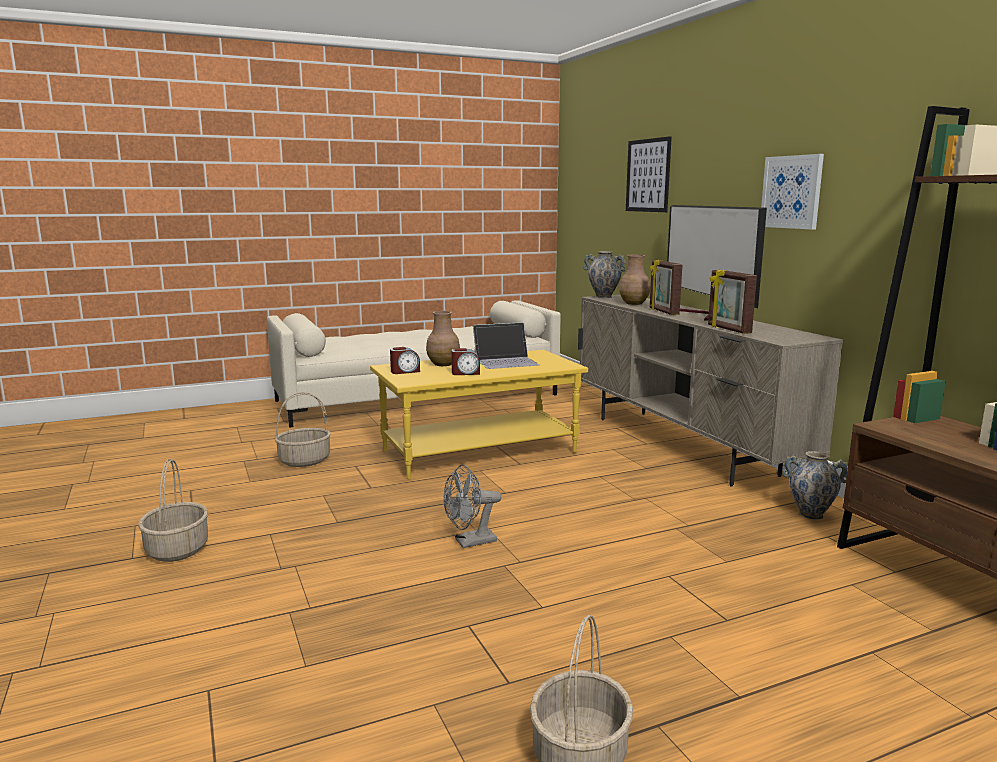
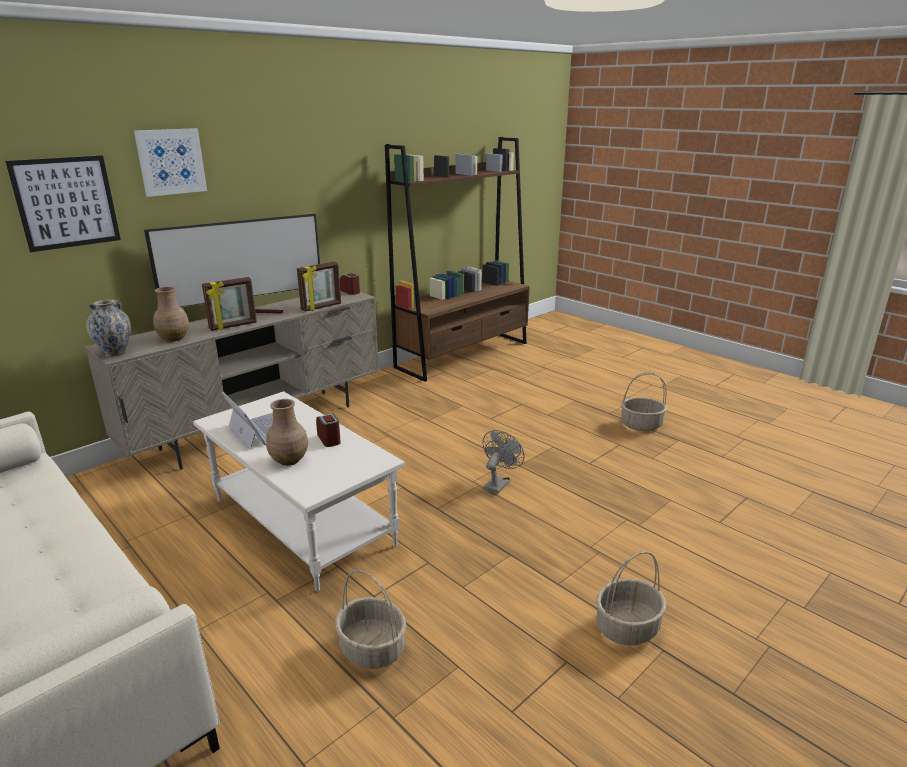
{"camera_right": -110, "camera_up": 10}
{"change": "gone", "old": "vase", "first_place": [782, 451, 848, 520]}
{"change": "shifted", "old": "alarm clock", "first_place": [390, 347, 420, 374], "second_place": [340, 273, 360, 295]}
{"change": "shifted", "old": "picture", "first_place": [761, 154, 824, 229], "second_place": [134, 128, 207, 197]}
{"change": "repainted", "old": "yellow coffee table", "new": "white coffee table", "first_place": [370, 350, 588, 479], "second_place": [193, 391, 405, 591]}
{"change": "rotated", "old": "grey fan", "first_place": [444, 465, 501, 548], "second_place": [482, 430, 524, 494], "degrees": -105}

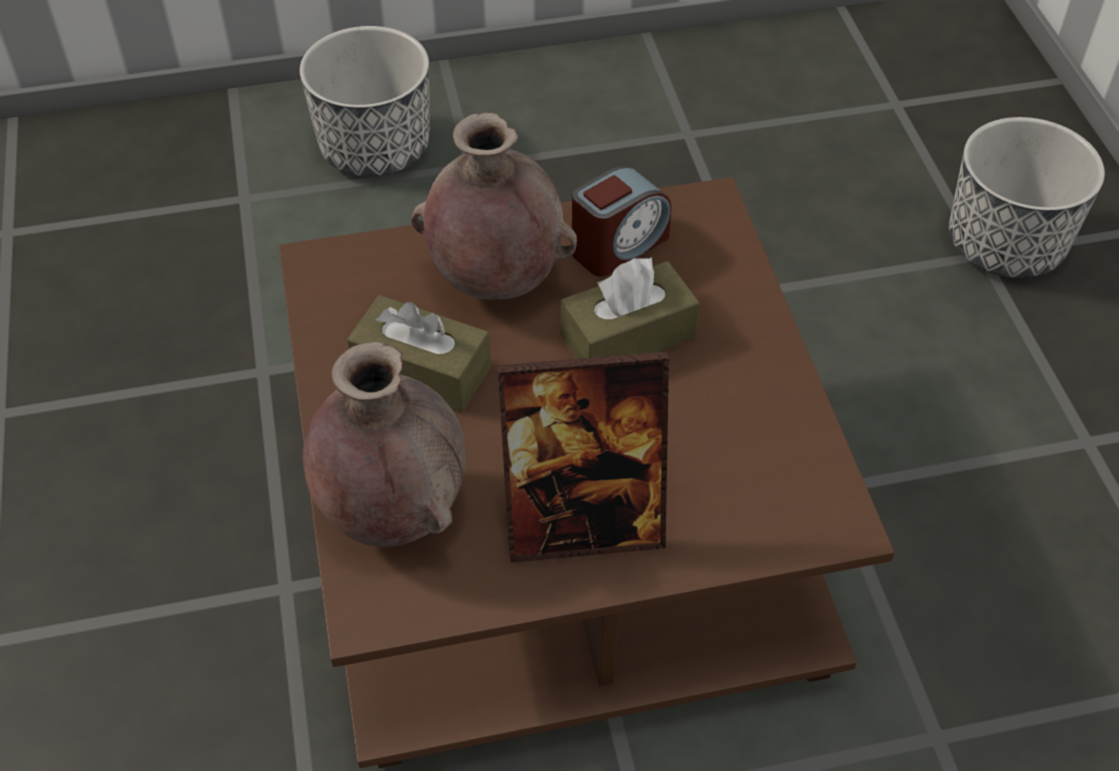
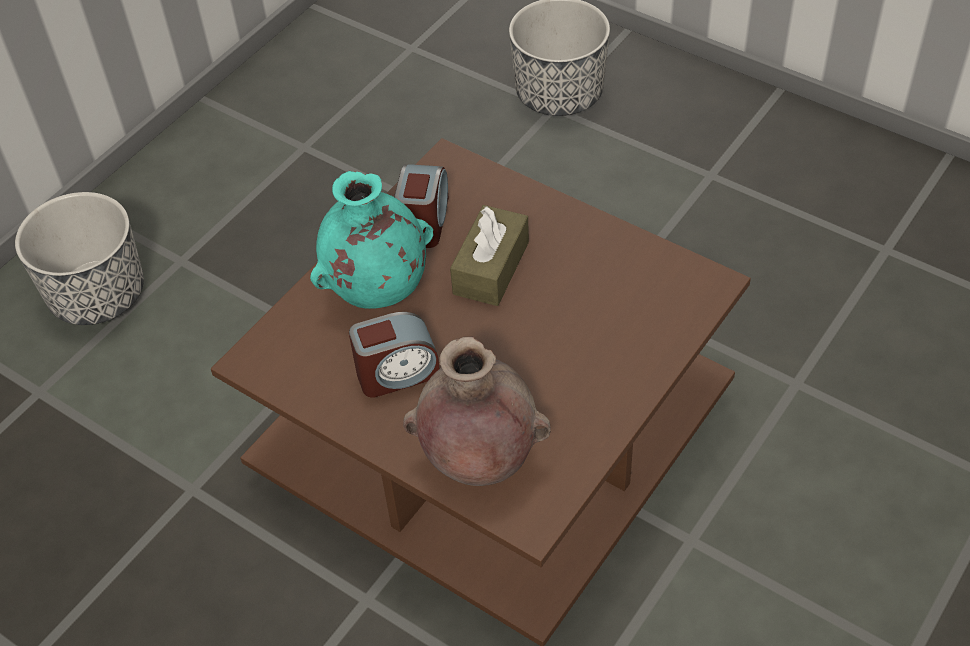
{"camera_right": -40, "camera_up": 0}
{"change": "gone", "old": "picture frame", "first_place": [497, 351, 669, 563]}
{"change": "swapped", "old": "brown tissue box", "new": "alarm clock", "first_place": [347, 295, 491, 412], "second_place": [349, 312, 440, 398]}
{"change": "repainted", "old": "brown vase", "new": "turquoise vase", "first_place": [411, 112, 577, 300], "second_place": [310, 171, 433, 309]}

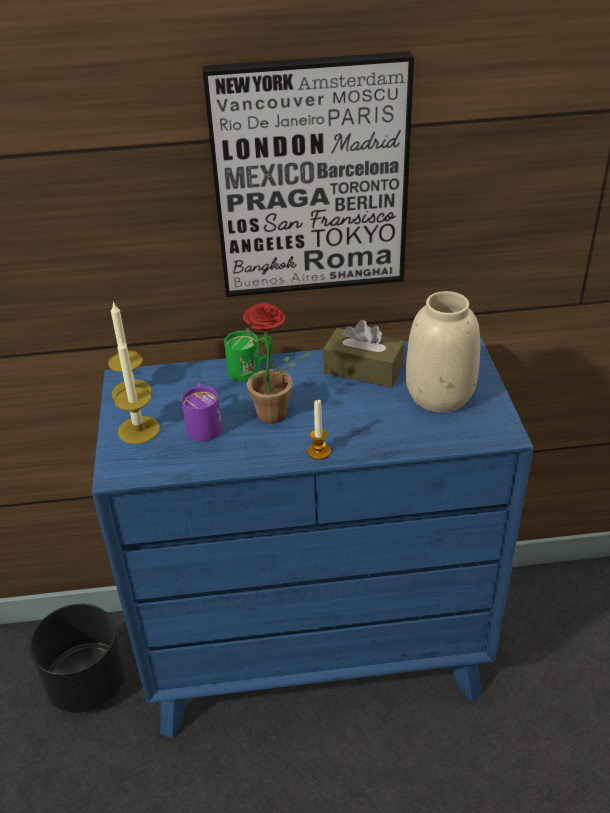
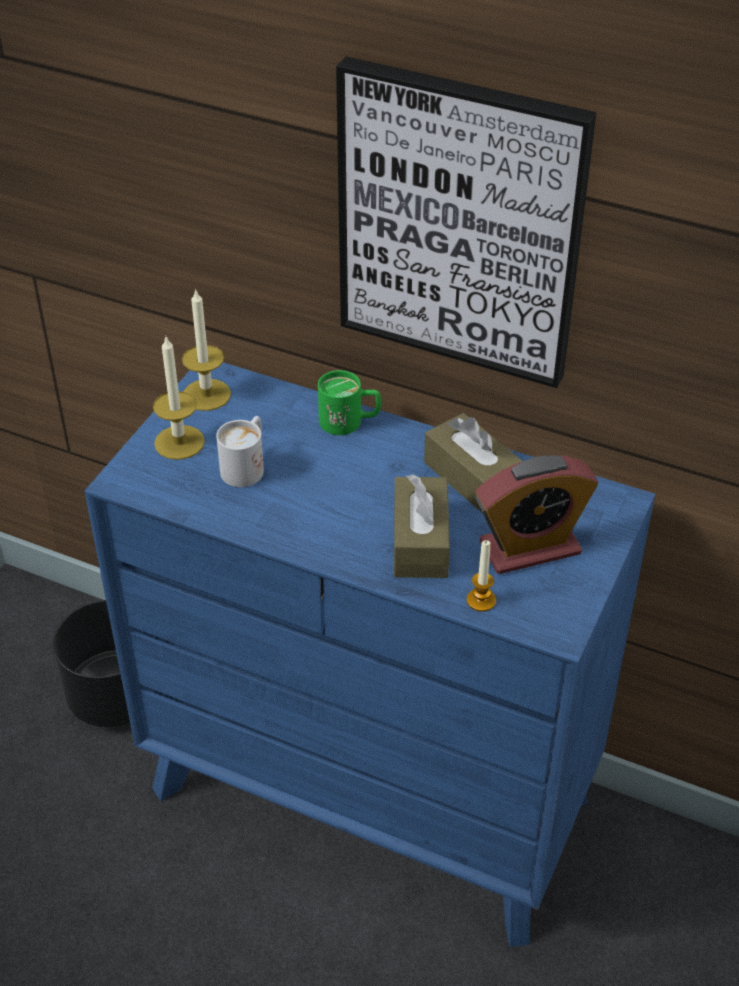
{"camera_right": 30, "camera_up": 5}
{"change": "gone", "old": "potted plant", "first_place": [239, 303, 313, 424]}
{"change": "new", "new": "brown tissue box", "second_place": [394, 474, 450, 578]}
{"change": "shifted", "old": "candle", "first_place": [308, 399, 331, 460], "second_place": [467, 540, 496, 612]}
{"change": "swapped", "old": "beige vase", "new": "alarm clock", "first_place": [406, 291, 480, 412], "second_place": [475, 455, 599, 574]}
{"change": "repainted", "old": "purple mug", "new": "white mug", "first_place": [181, 382, 222, 442], "second_place": [216, 416, 264, 487]}

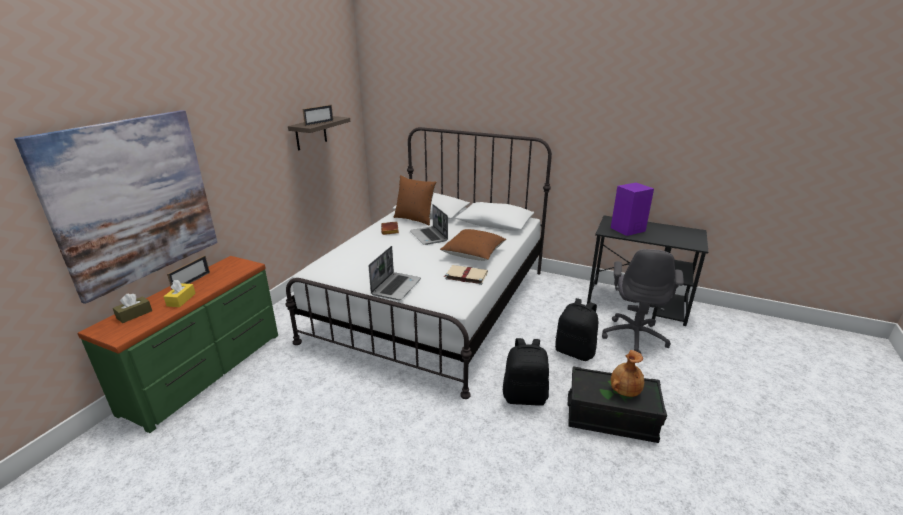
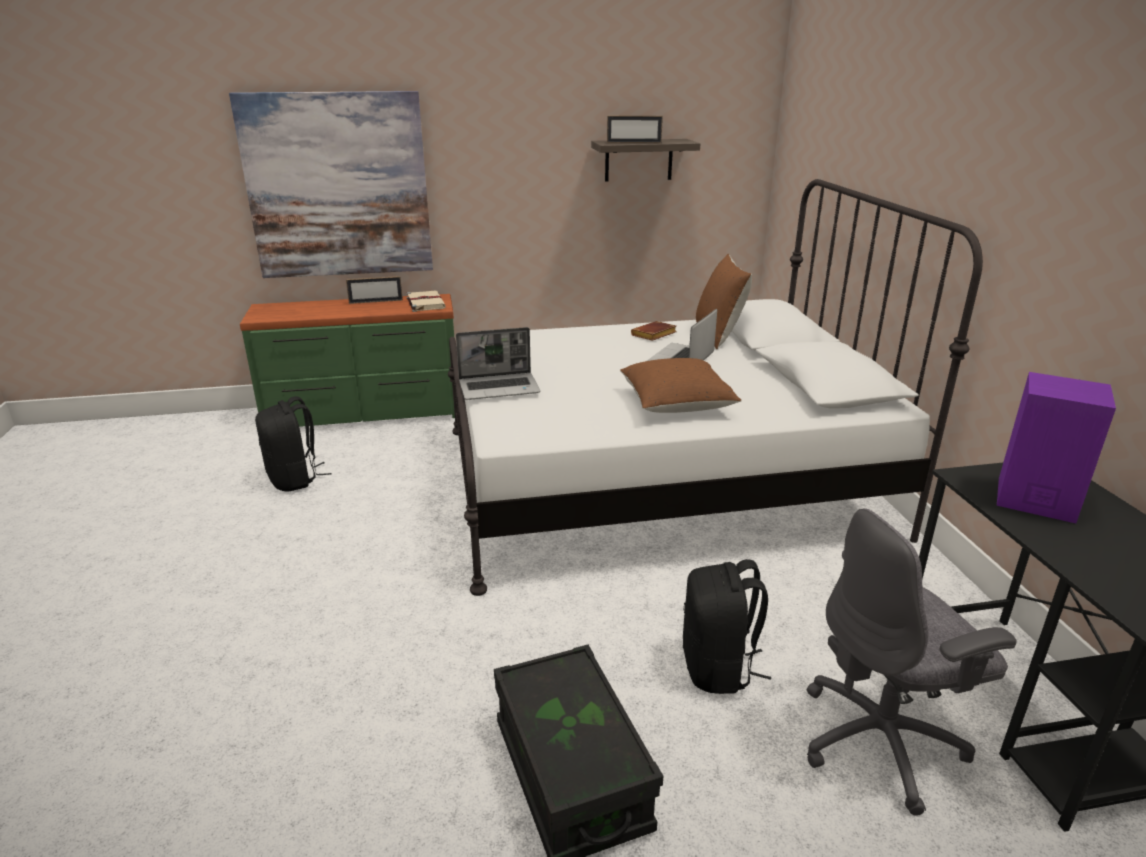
{"camera_right": 55, "camera_up": 0}
{"change": "gone", "old": "brown tissue box", "first_place": [113, 293, 152, 323]}
{"change": "gone", "old": "yellow tissue box", "first_place": [164, 280, 196, 307]}
{"change": "gone", "old": "brown vase", "first_place": [611, 350, 644, 397]}
{"change": "shifted", "old": "beige book", "first_place": [443, 265, 488, 285], "second_place": [407, 291, 446, 312]}
{"change": "shifted", "old": "black backpack", "first_place": [503, 338, 549, 406], "second_place": [255, 396, 331, 491]}

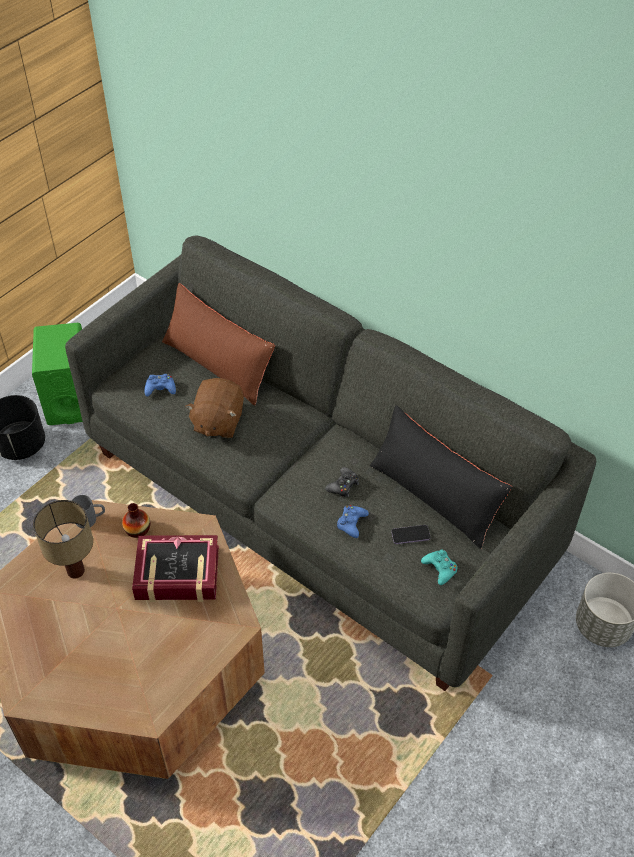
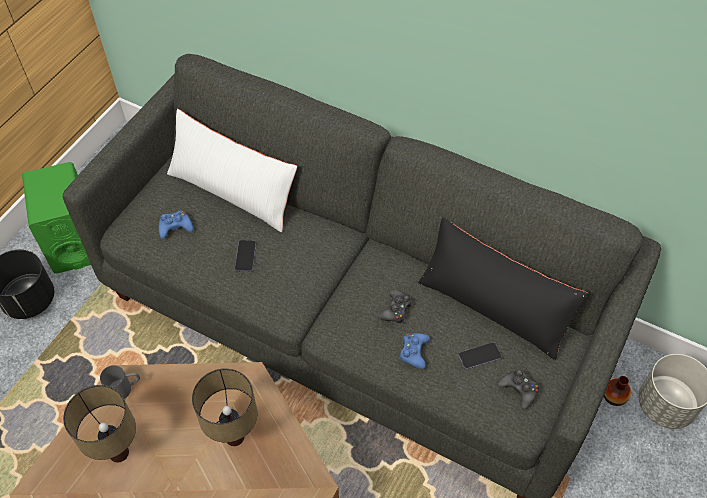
{"camera_right": -10, "camera_up": 5}
{"change": "shifted", "old": "vase", "first_place": [122, 503, 150, 538], "second_place": [604, 376, 631, 406]}
{"change": "swapped", "old": "book", "new": "table lamp", "first_place": [132, 535, 219, 602], "second_place": [192, 368, 257, 446]}
{"change": "swapped", "old": "brown plush toy", "new": "phone", "first_place": [185, 378, 244, 438], "second_place": [235, 240, 256, 272]}
{"change": "repainted", "old": "brown pillow", "new": "white pillow", "first_place": [162, 283, 275, 406], "second_place": [167, 109, 297, 232]}
{"change": "repainted", "old": "turquoise game controller", "new": "black game controller", "first_place": [421, 549, 458, 585], "second_place": [498, 370, 539, 409]}

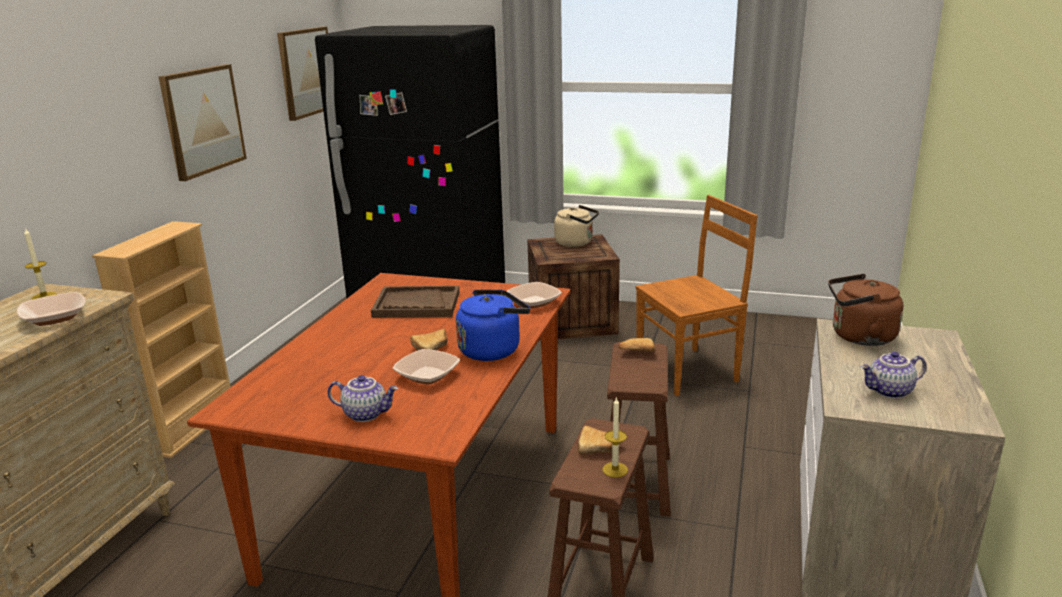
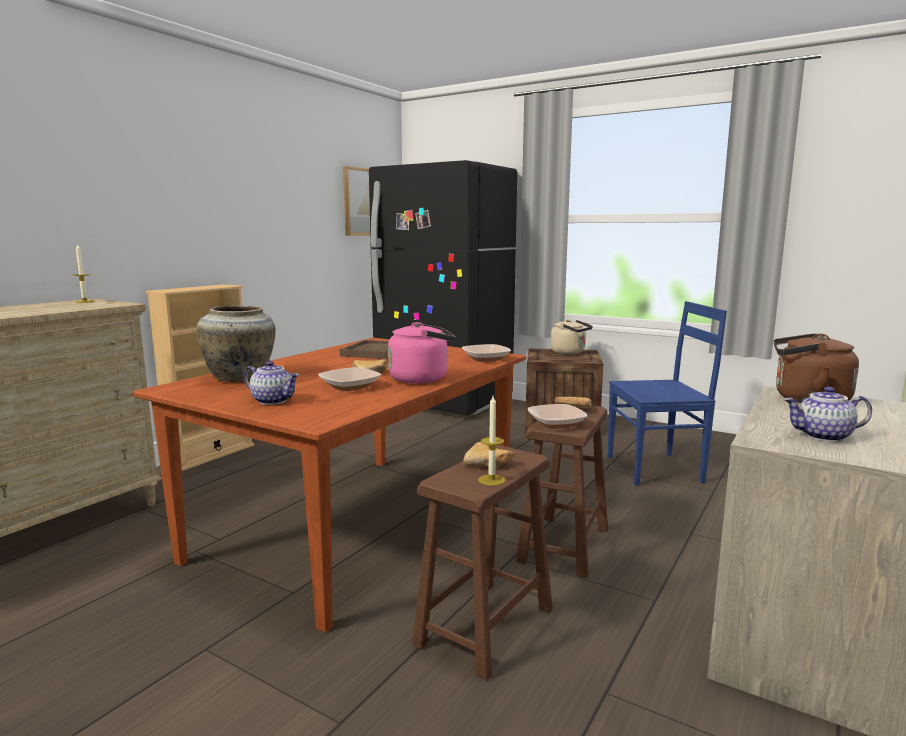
{"camera_right": 15, "camera_up": -10}
{"change": "gone", "old": "picture", "first_place": [158, 64, 247, 181]}
{"change": "new", "new": "beige vase", "second_place": [196, 306, 276, 382]}
{"change": "shifted", "old": "bowl", "first_place": [17, 292, 85, 326], "second_place": [528, 404, 587, 429]}
{"change": "repainted", "old": "blue kettle", "new": "pink kettle", "first_place": [456, 290, 530, 361], "second_place": [388, 322, 456, 384]}
{"change": "repainted", "old": "brown chair", "new": "blue chair", "first_place": [636, 195, 757, 396], "second_place": [608, 301, 727, 486]}

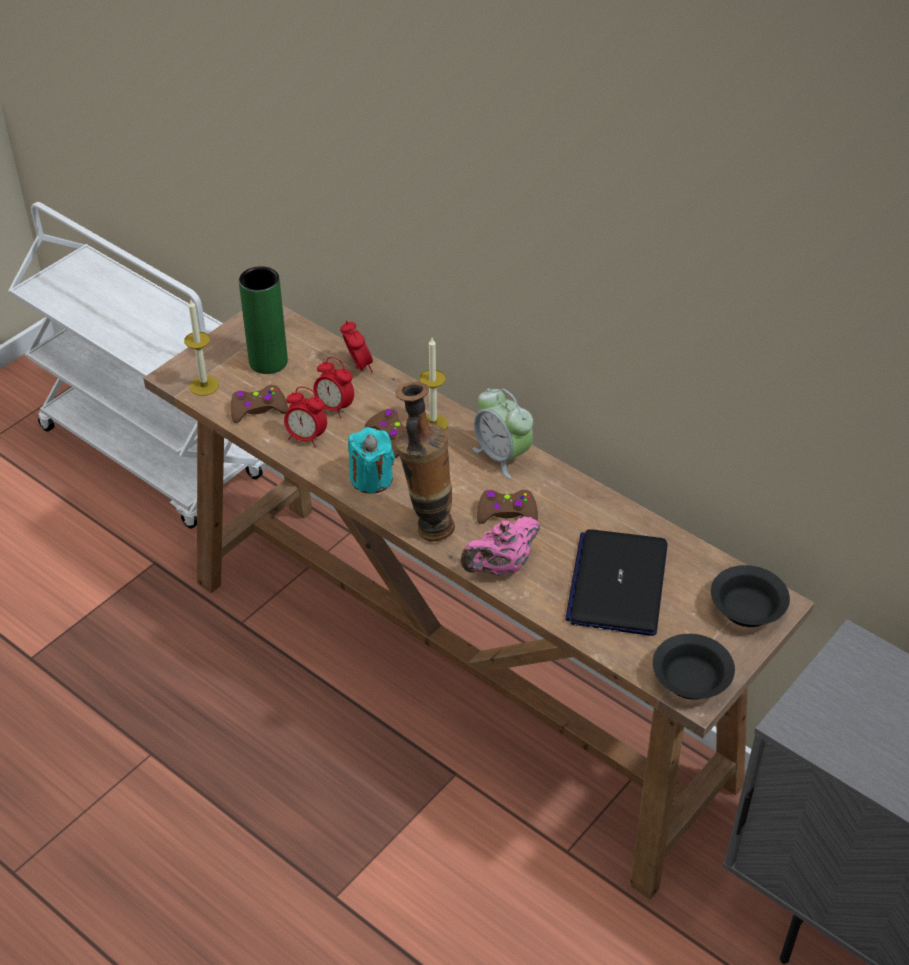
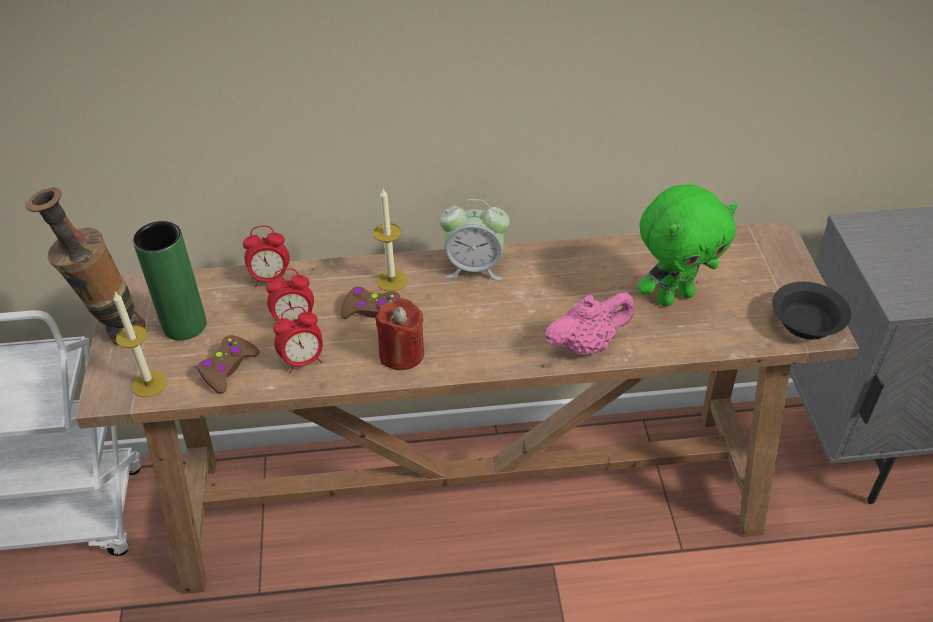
{"camera_right": -45, "camera_up": 0}
{"change": "gone", "old": "brown game controller", "first_place": [477, 490, 538, 524]}
{"change": "gone", "old": "black bowl", "first_place": [711, 565, 790, 627]}
{"change": "shifted", "old": "vase", "first_place": [395, 381, 455, 542], "second_place": [25, 187, 146, 345]}
{"change": "swapped", "old": "laptop", "new": "green plush toy", "first_place": [565, 529, 667, 636], "second_place": [637, 184, 738, 307]}
{"change": "repainted", "old": "turquoise candle", "new": "red candle", "first_place": [348, 427, 395, 494], "second_place": [375, 298, 424, 370]}
{"change": "rotated", "old": "alarm clock", "first_place": [340, 320, 373, 372], "second_place": [243, 226, 290, 287], "degrees": 150}
{"change": "rotated", "old": "pink teapot", "first_place": [461, 516, 540, 575], "second_place": [545, 292, 635, 356], "degrees": -120}

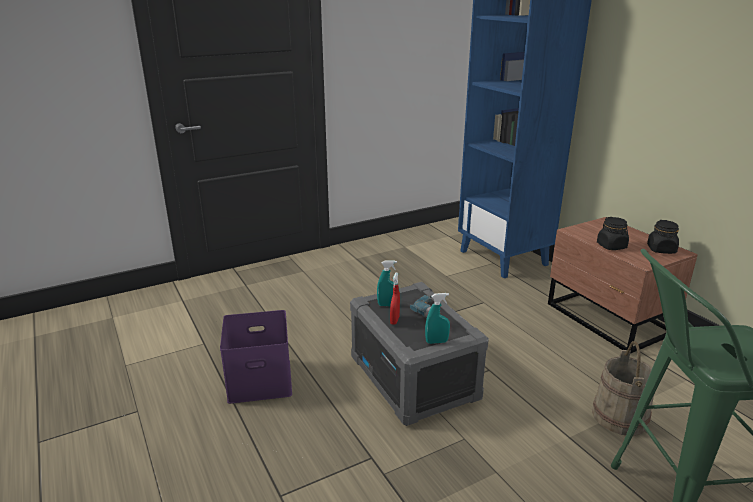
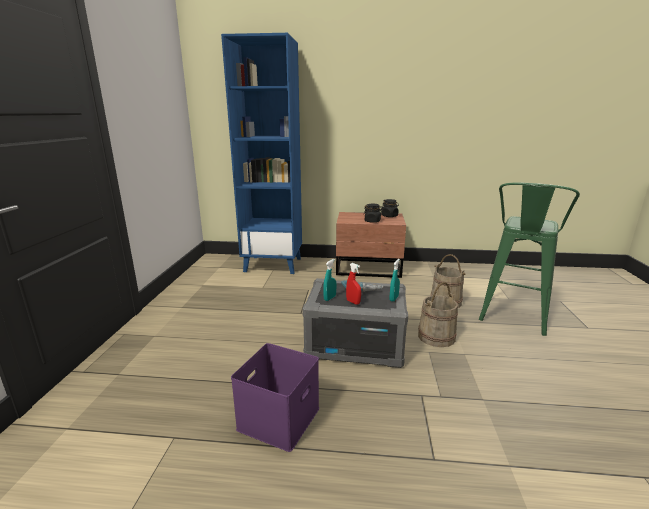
{"camera_right": -55, "camera_up": -5}
{"change": "new", "new": "beige bucket", "second_place": [418, 282, 458, 347]}

